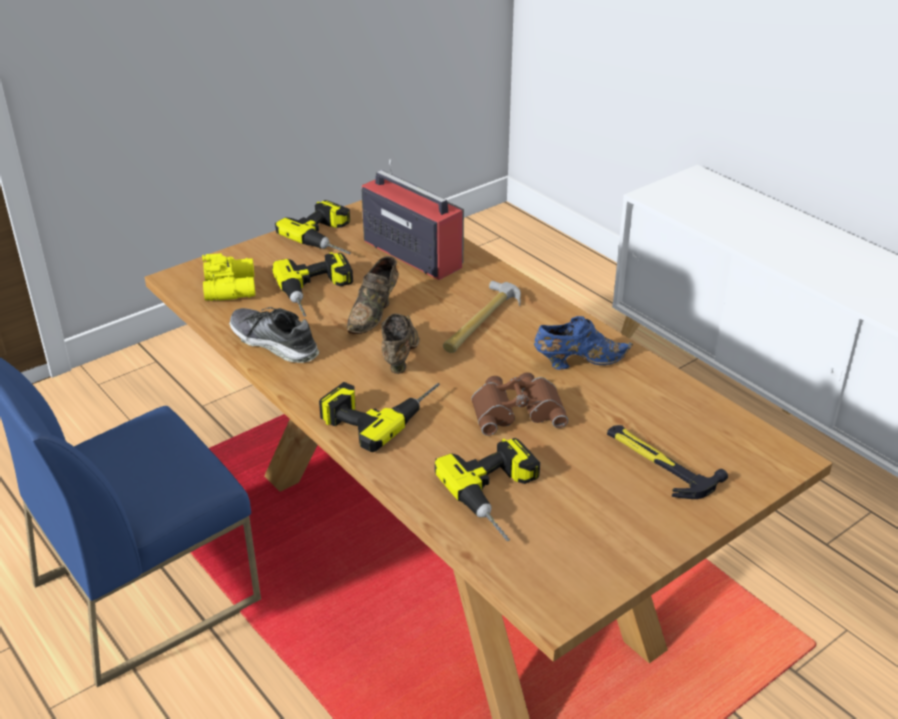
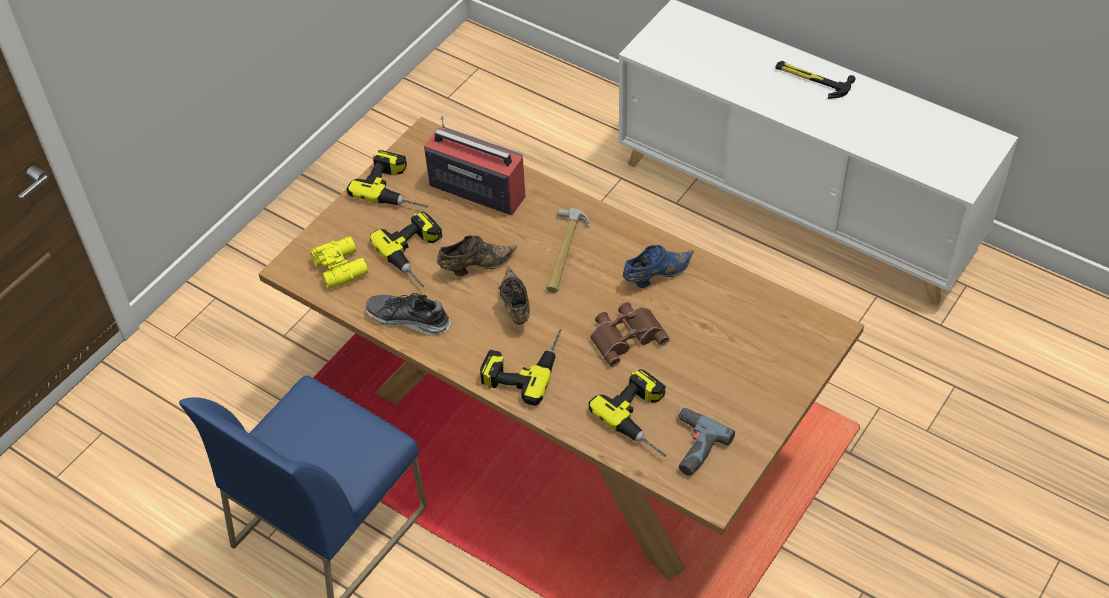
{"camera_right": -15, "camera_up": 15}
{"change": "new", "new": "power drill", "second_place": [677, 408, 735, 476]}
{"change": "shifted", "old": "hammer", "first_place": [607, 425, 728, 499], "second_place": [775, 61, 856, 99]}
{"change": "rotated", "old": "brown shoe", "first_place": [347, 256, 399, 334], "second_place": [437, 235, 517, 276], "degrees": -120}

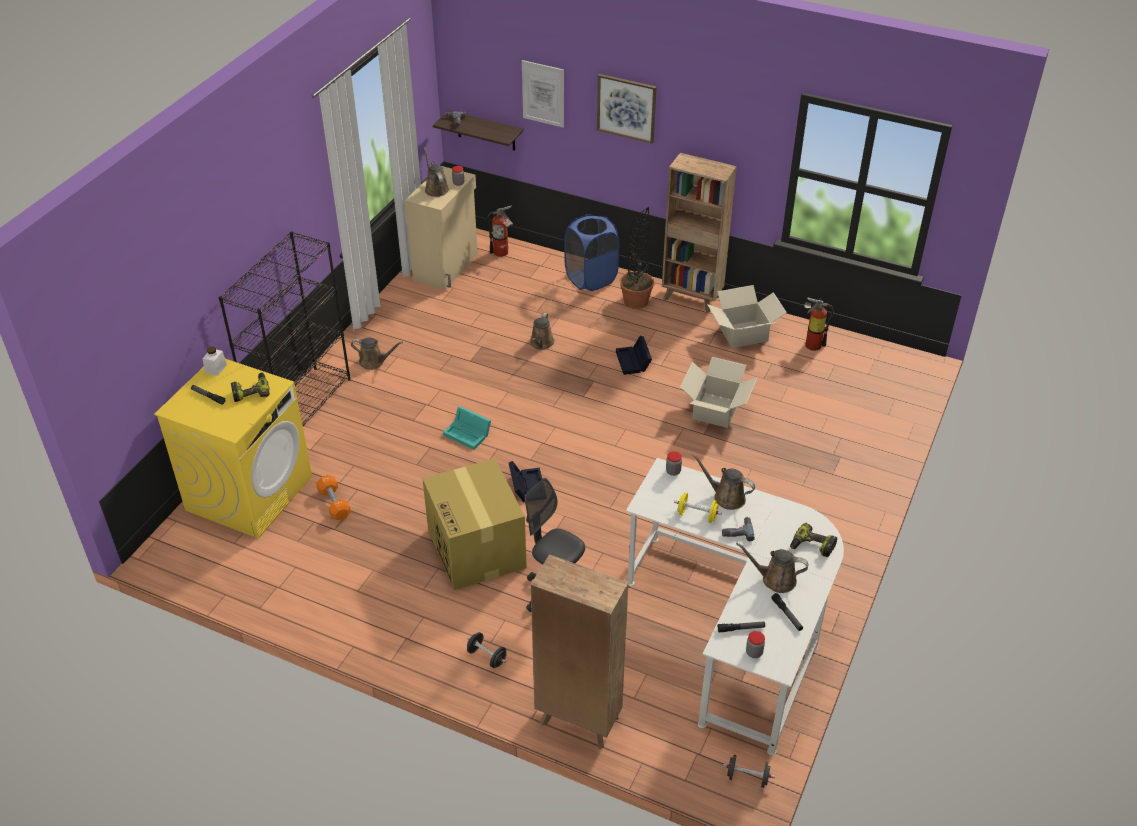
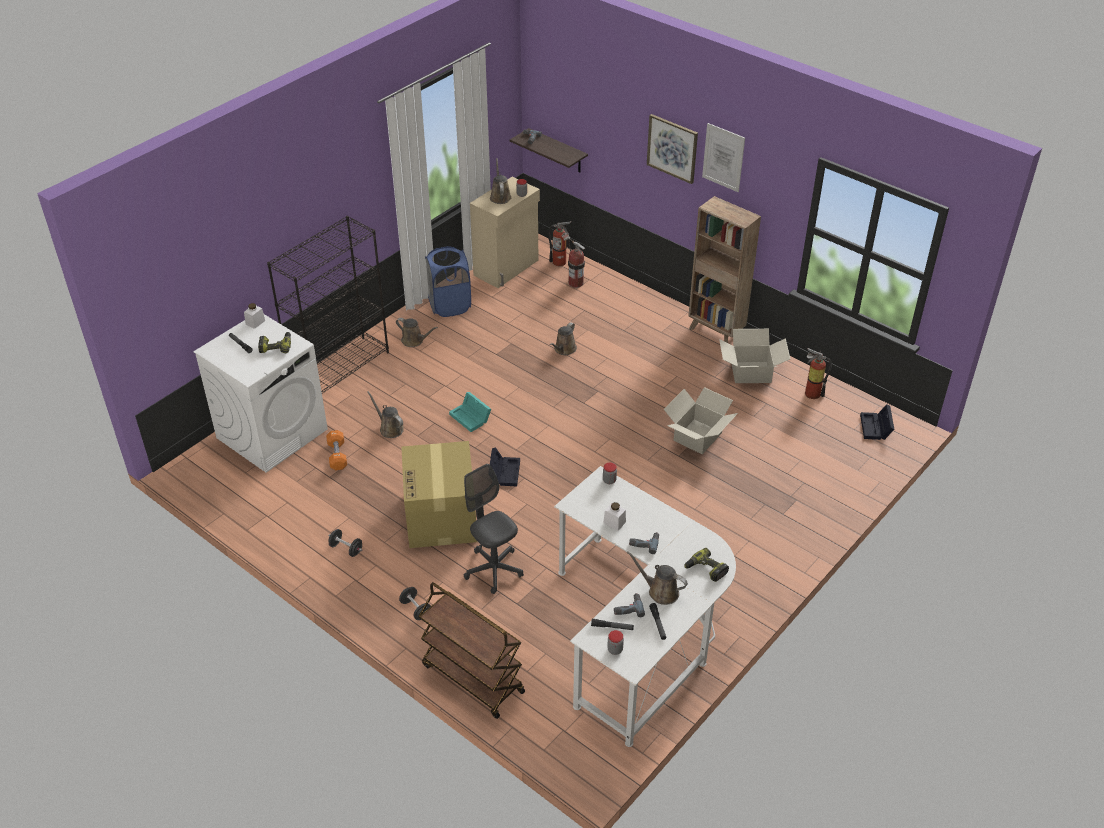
{"camera_right": 15, "camera_up": 0}
{"change": "gone", "old": "potted plant", "first_place": [620, 207, 654, 309]}
{"change": "new", "new": "fire extinguisher", "second_place": [568, 239, 586, 288]}
{"change": "new", "new": "power drill", "second_place": [614, 593, 645, 617]}
{"change": "shifted", "old": "picture", "first_place": [522, 60, 564, 127], "second_place": [702, 123, 745, 192]}
{"change": "shifted", "old": "blue laundry basket", "first_place": [564, 214, 619, 291], "second_place": [425, 246, 471, 317]}
{"change": "shifted", "old": "black storage box", "first_place": [616, 336, 652, 375], "second_place": [860, 404, 894, 440]}
{"change": "shifted", "old": "brown watering can", "first_place": [692, 454, 755, 510], "second_place": [367, 391, 404, 438]}
{"change": "shifted", "old": "black dumbbell", "first_place": [723, 755, 775, 788], "second_place": [328, 529, 362, 557]}
{"change": "swapped", "old": "brown bookcase", "new": "brown cart", "first_place": [531, 554, 628, 749], "second_place": [418, 582, 525, 719]}
{"change": "swapped", "old": "yellow dumbbell", "new": "white jar", "first_place": [674, 493, 722, 523], "second_place": [603, 502, 626, 531]}
{"change": "repainted", "old": "yellow washing machine", "new": "white washing machine", "first_place": [154, 359, 312, 538], "second_place": [193, 314, 328, 473]}

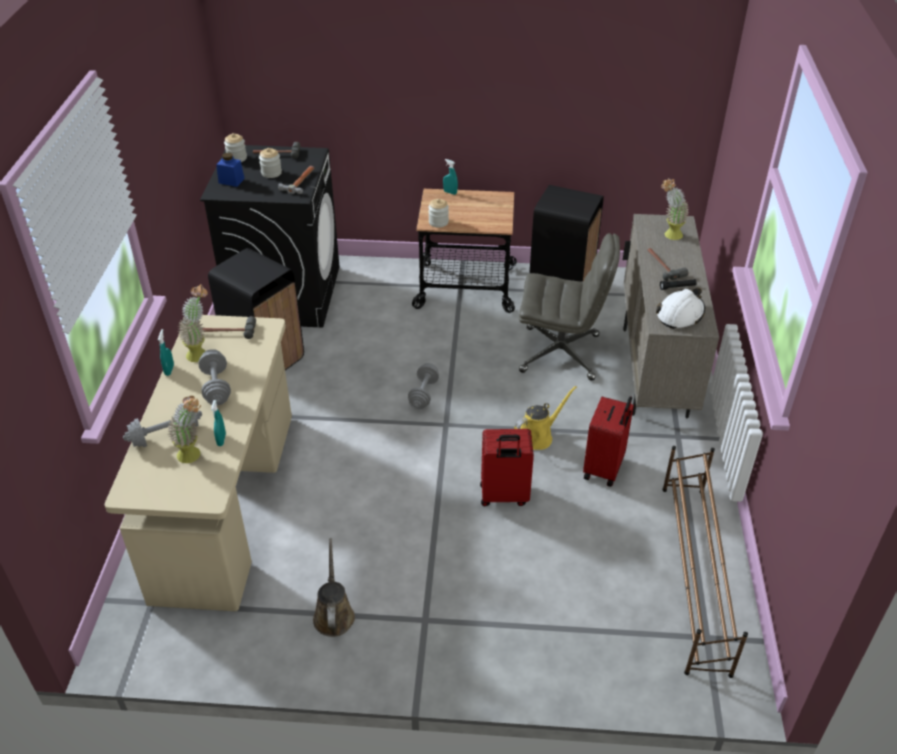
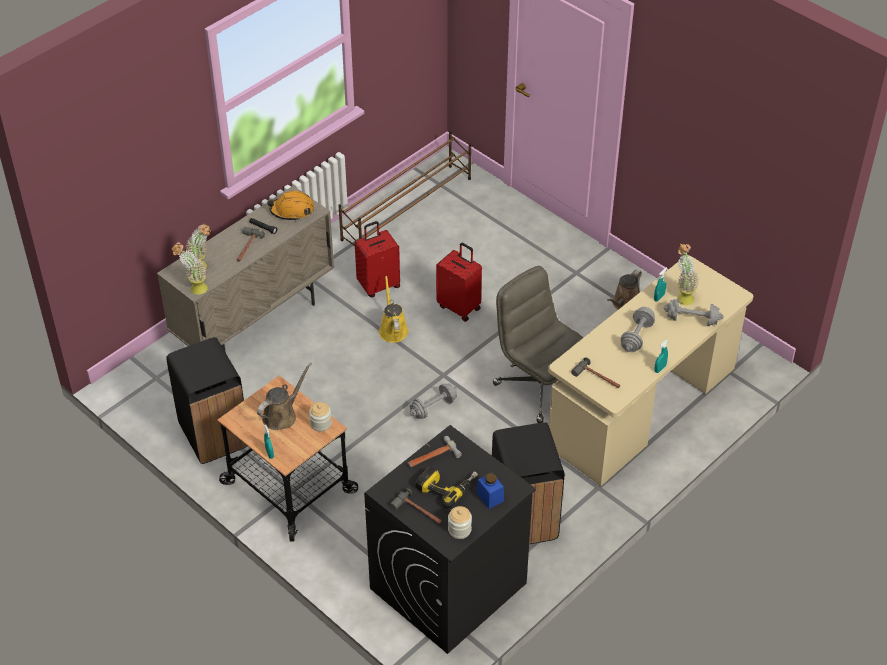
{"camera_right": -140, "camera_up": 5}
{"change": "new", "new": "brown watering can", "second_place": [257, 362, 312, 430]}
{"change": "shifted", "old": "potted plant", "first_place": [178, 284, 208, 362], "second_place": [172, 242, 208, 295]}
{"change": "shifted", "old": "grey office chair", "first_place": [519, 233, 620, 381], "second_place": [493, 266, 583, 423]}
{"change": "swapped", "old": "jar", "new": "power drill", "first_place": [259, 148, 282, 178], "second_place": [416, 467, 478, 508]}
{"change": "repainted", "old": "white hard hat", "new": "orange hard hat", "first_place": [656, 288, 705, 329], "second_place": [267, 191, 314, 221]}
{"change": "rotated", "old": "yellow watering can", "first_place": [514, 386, 577, 450], "second_place": [379, 276, 408, 343], "degrees": 75}

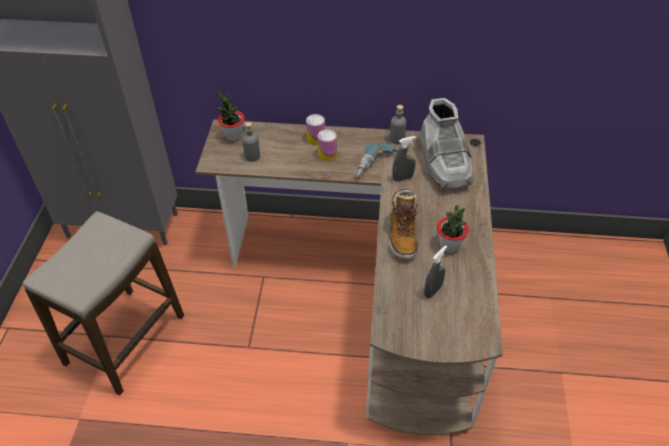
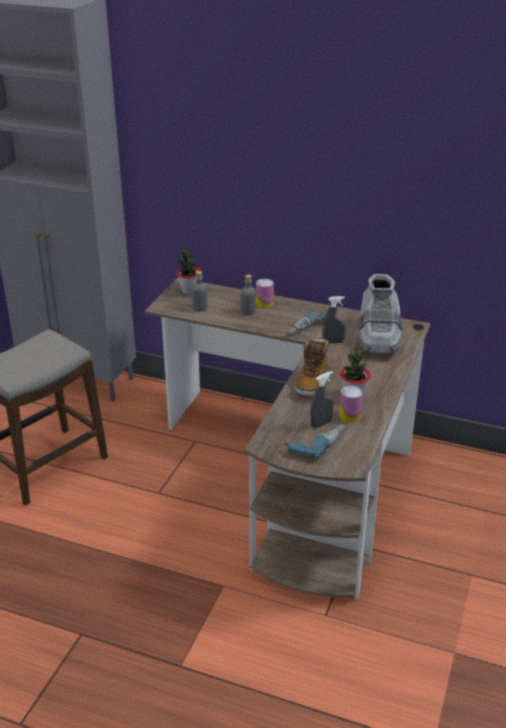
{"camera_right": 15, "camera_up": -15}
{"change": "new", "new": "power drill", "second_place": [284, 425, 344, 459]}
{"change": "shifted", "old": "can", "first_place": [318, 129, 337, 161], "second_place": [339, 386, 363, 422]}
{"change": "shifted", "old": "grey bottle", "first_place": [390, 105, 407, 144], "second_place": [241, 275, 256, 315]}

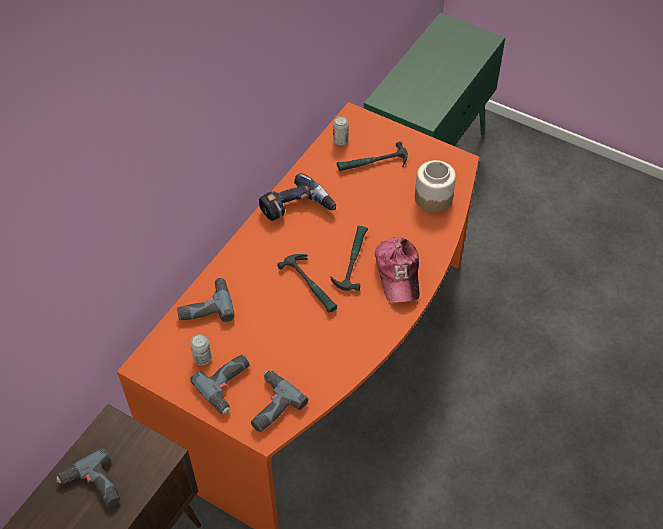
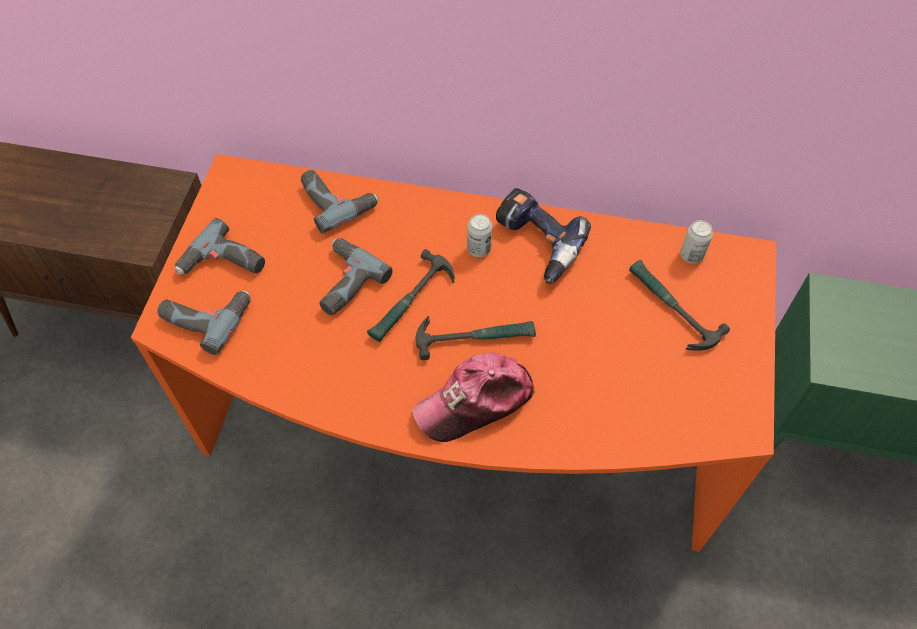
{"camera_right": 70, "camera_up": 5}
{"change": "gone", "old": "jar", "first_place": [415, 160, 456, 212]}
{"change": "shifted", "old": "power drill", "first_place": [56, 448, 120, 507], "second_place": [320, 238, 393, 315]}
{"change": "shifted", "old": "can", "first_place": [190, 334, 212, 365], "second_place": [467, 214, 492, 257]}

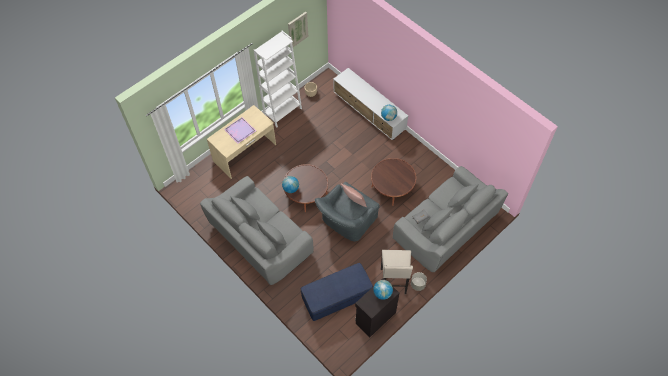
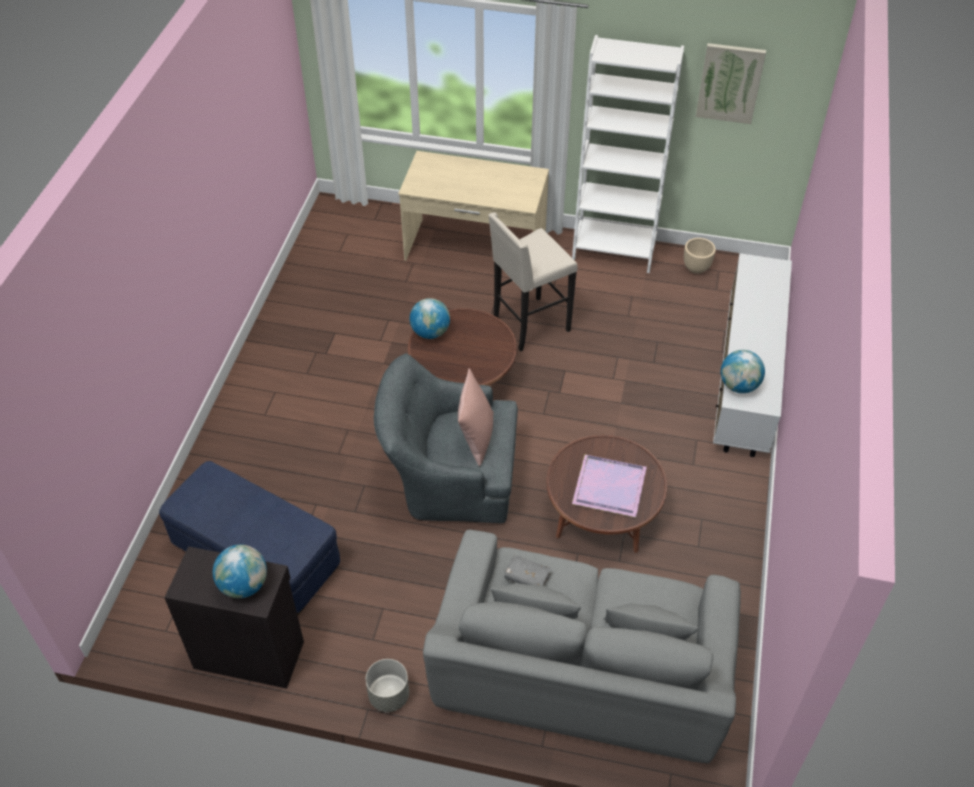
{"camera_right": 55, "camera_up": -10}
{"change": "gone", "old": "grey sofa", "first_place": [200, 176, 314, 285]}
{"change": "shifted", "old": "purple tray", "first_place": [224, 117, 256, 144], "second_place": [572, 454, 647, 517]}
{"change": "shifted", "old": "beige stool", "first_place": [381, 250, 413, 294], "second_place": [488, 212, 578, 352]}

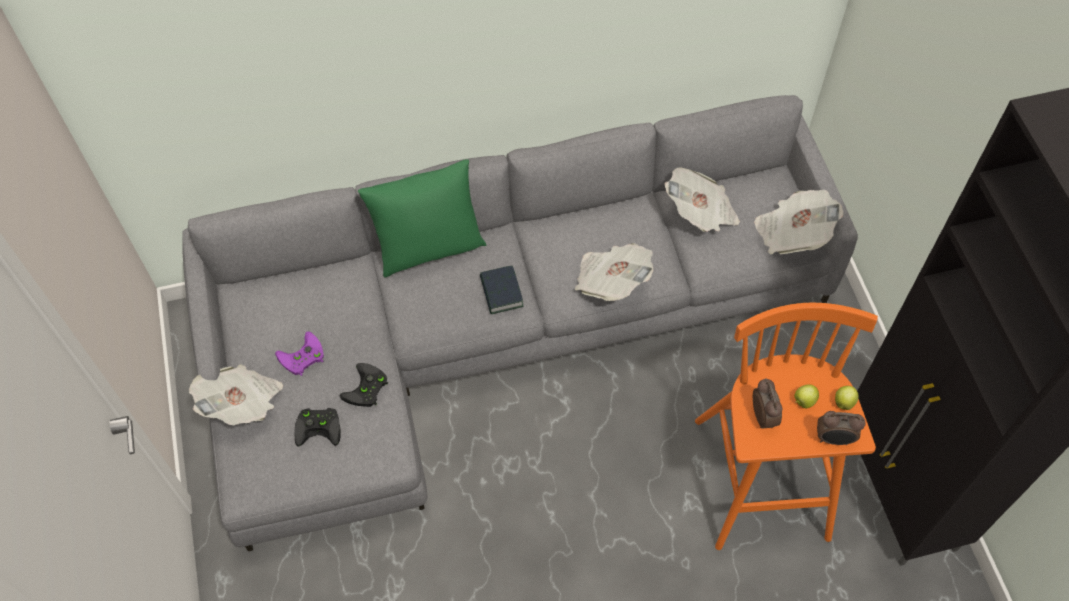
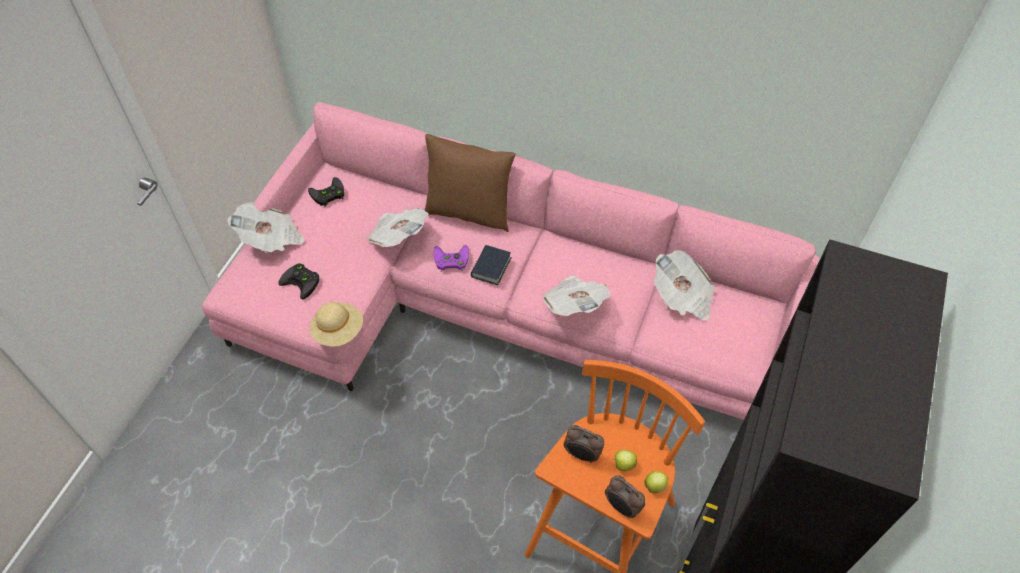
{"camera_right": 35, "camera_up": -5}
{"change": "new", "new": "beige hat", "second_place": [309, 302, 363, 346]}
{"change": "shifted", "old": "purple game controller", "first_place": [275, 331, 324, 376], "second_place": [434, 245, 469, 272]}
{"change": "shifted", "old": "black game controller", "first_place": [339, 363, 388, 407], "second_place": [308, 177, 344, 207]}
{"change": "shifted", "old": "newspaper", "first_place": [754, 190, 843, 254], "second_place": [366, 208, 429, 247]}
{"change": "repainted", "old": "grey sofa", "new": "pink sofa", "first_place": [182, 95, 858, 552], "second_place": [202, 102, 820, 420]}
{"change": "repainted", "old": "green pillow", "new": "brown pillow", "first_place": [358, 159, 487, 277], "second_place": [425, 134, 516, 232]}
{"change": "rotated", "old": "alarm clock", "first_place": [753, 378, 782, 429], "second_place": [564, 425, 604, 463], "degrees": 90}

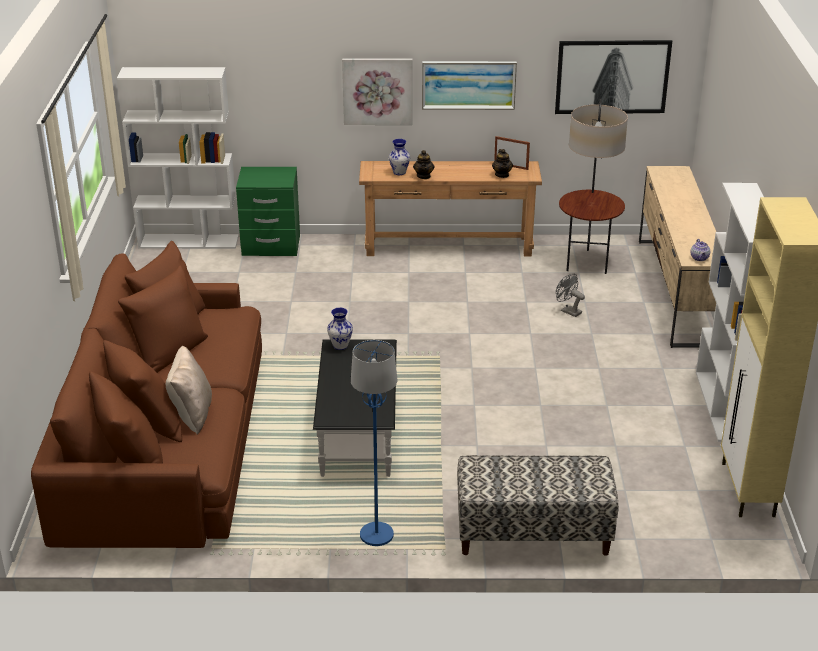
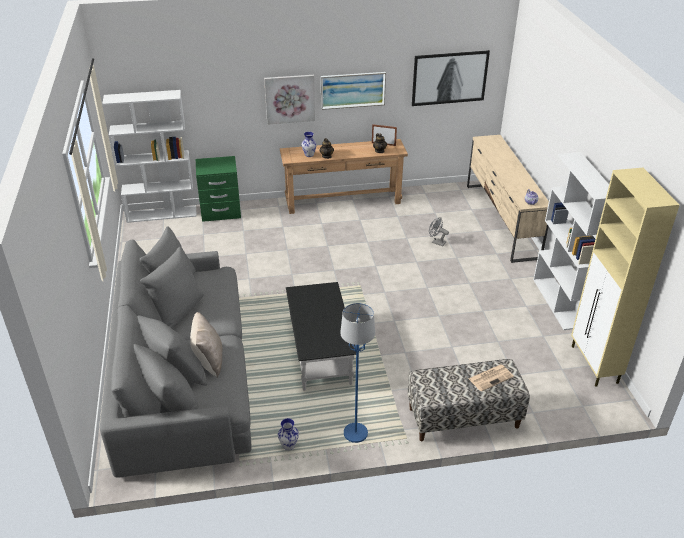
{"camera_right": -10, "camera_up": 5}
{"change": "gone", "old": "floor lamp", "first_place": [559, 99, 628, 274]}
{"change": "new", "new": "newspaper", "second_place": [469, 365, 514, 392]}
{"change": "shifted", "old": "vase", "first_place": [327, 308, 353, 350], "second_place": [278, 418, 299, 450]}
{"change": "repainted", "old": "brown sofa", "new": "grey sofa", "first_place": [31, 241, 262, 548], "second_place": [100, 226, 252, 478]}

